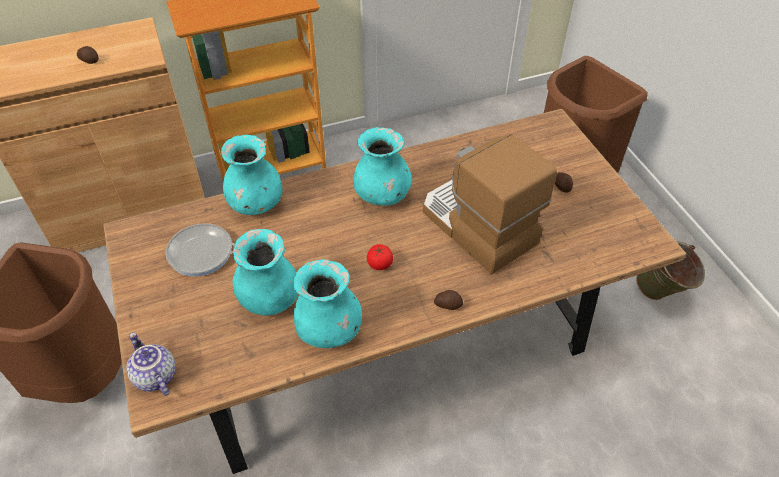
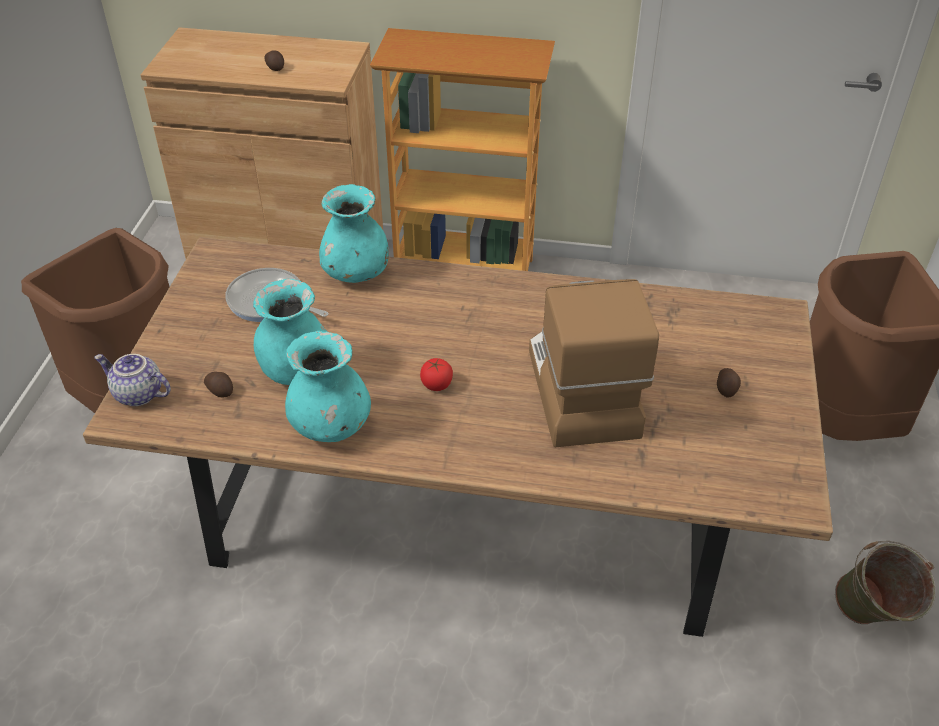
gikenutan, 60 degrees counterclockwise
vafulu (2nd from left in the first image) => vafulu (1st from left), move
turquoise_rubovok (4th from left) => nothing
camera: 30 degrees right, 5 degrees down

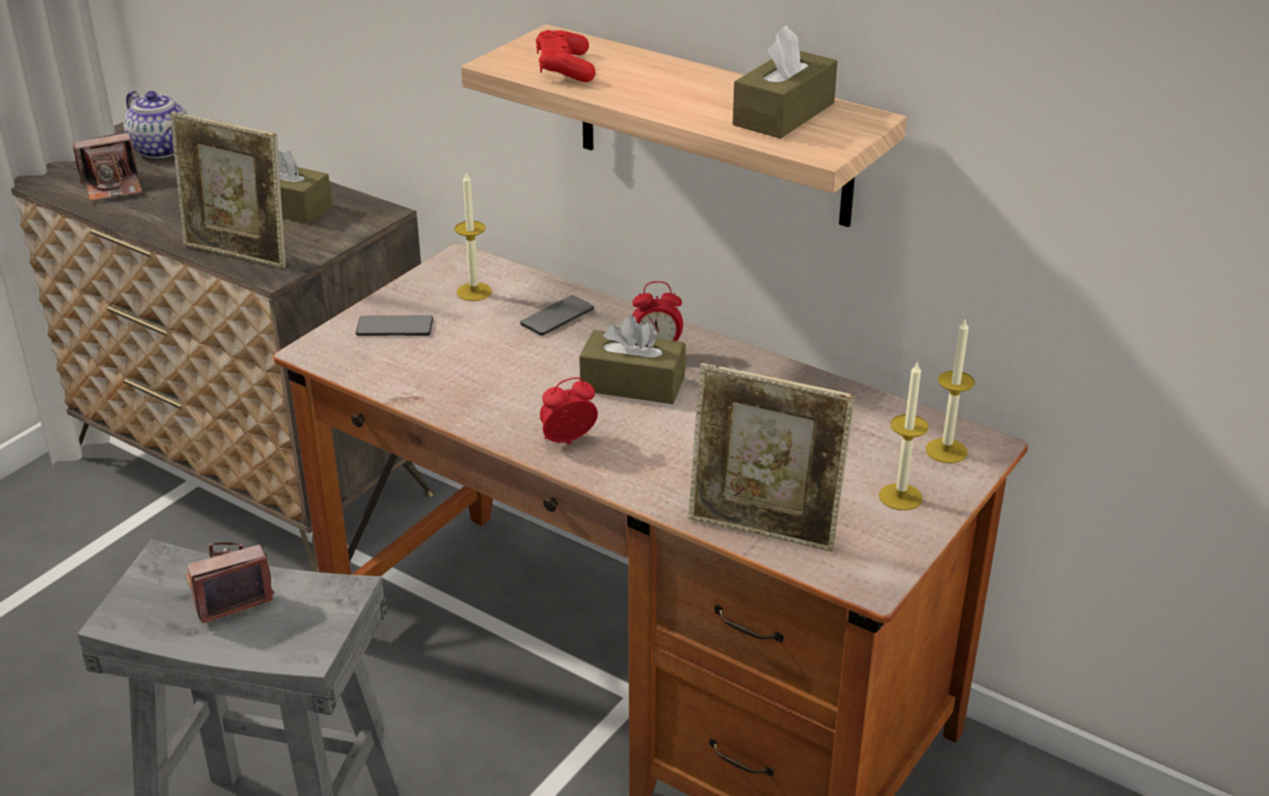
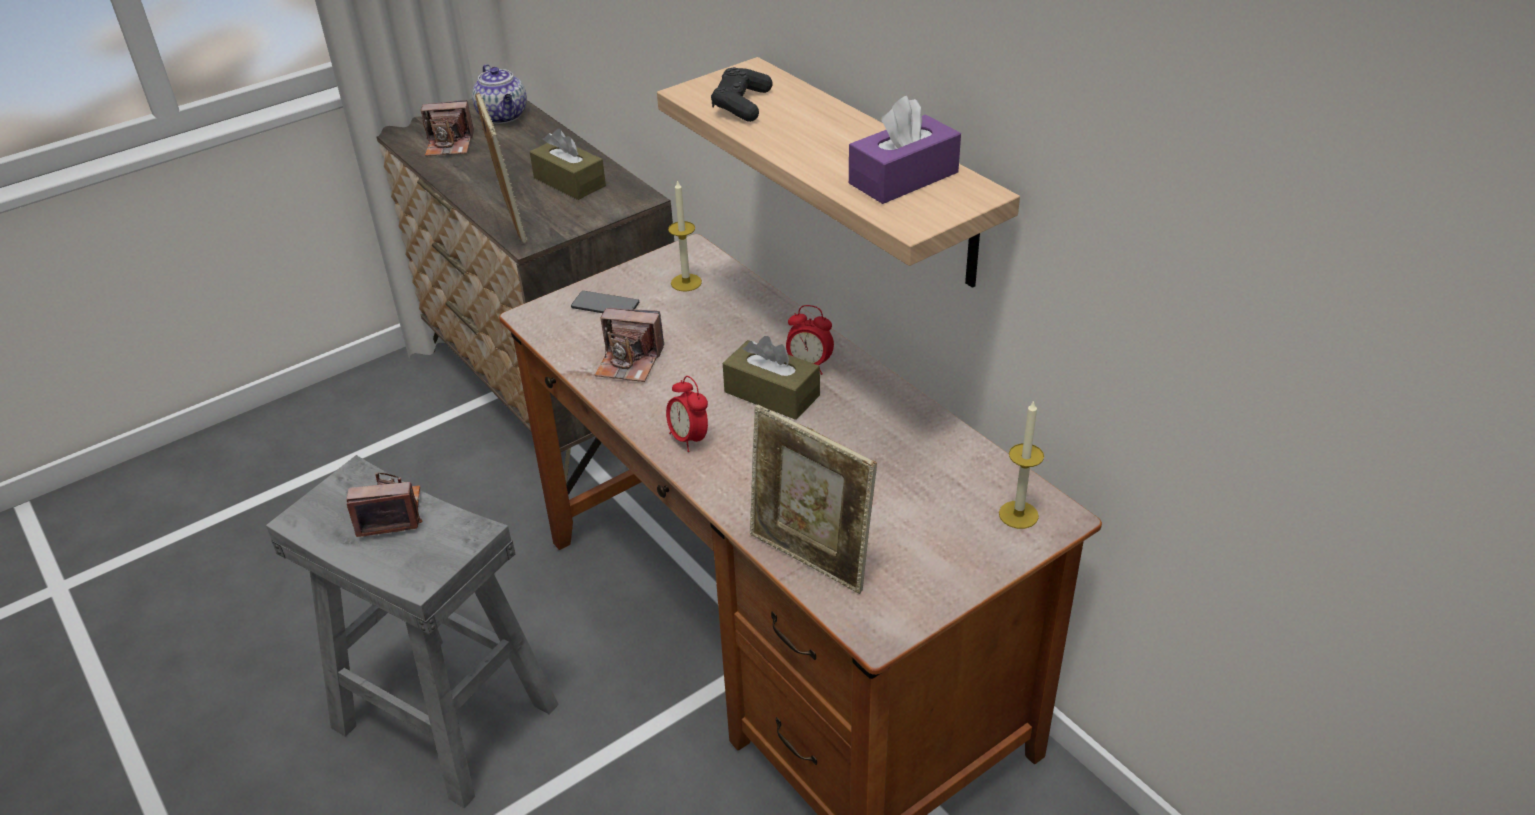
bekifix (1st from left), 150 degrees counterclockwise
nothing => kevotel (3rd from left)
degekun (1st from left), 120 degrees counterclockwise
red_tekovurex => black_tekovurex
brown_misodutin (3rd from left) => purple_misodutin
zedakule (2nd from left) => nothing
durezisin (2nd from left) => nothing
camera: 20 degrees right, 5 degrees up

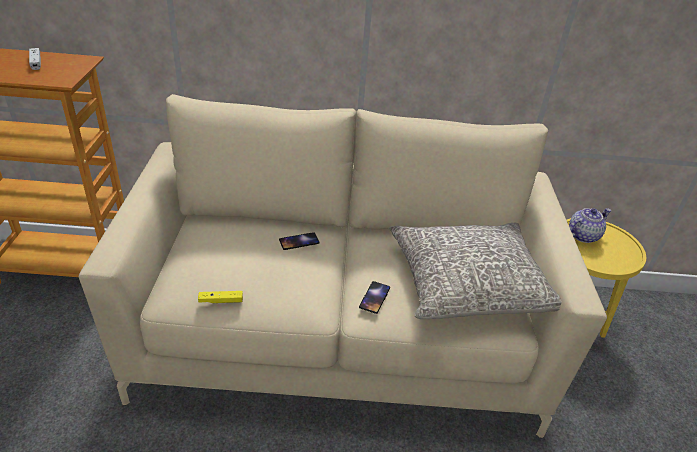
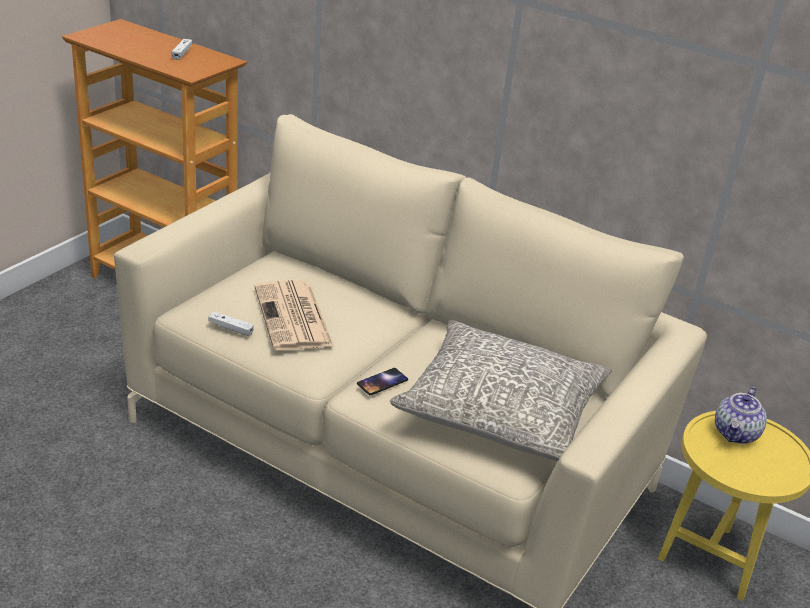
yellow_tekovurex => white_tekovurex (2nd from left)
nothing => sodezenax
gikenutan, 120 degrees clockwise
zedakule (1st from left) => nothing
camera: 30 degrees right, 5 degrees down

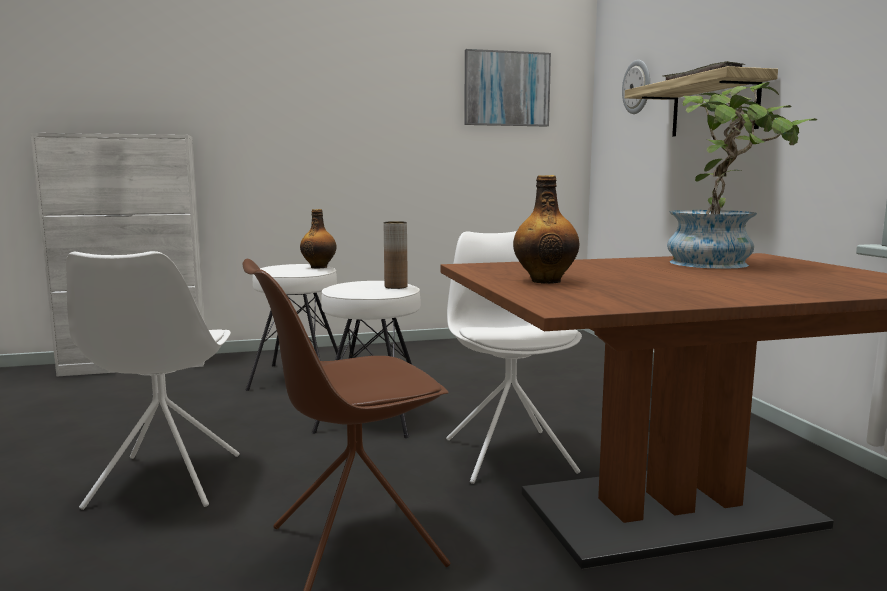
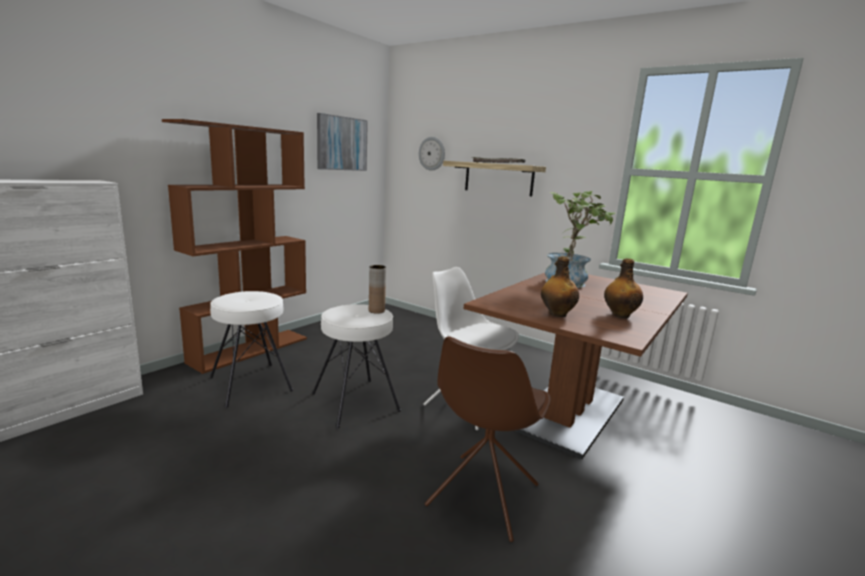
nothing => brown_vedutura
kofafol (1st from left in the first image) => kofafol (2nd from left), move
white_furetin (1st from left) => nothing
camera: 40 degrees left, 5 degrees up

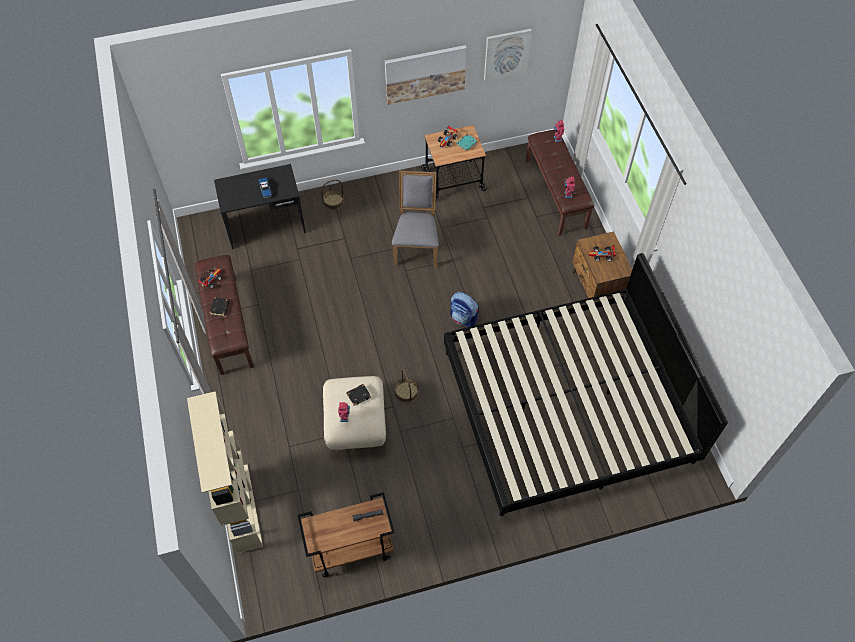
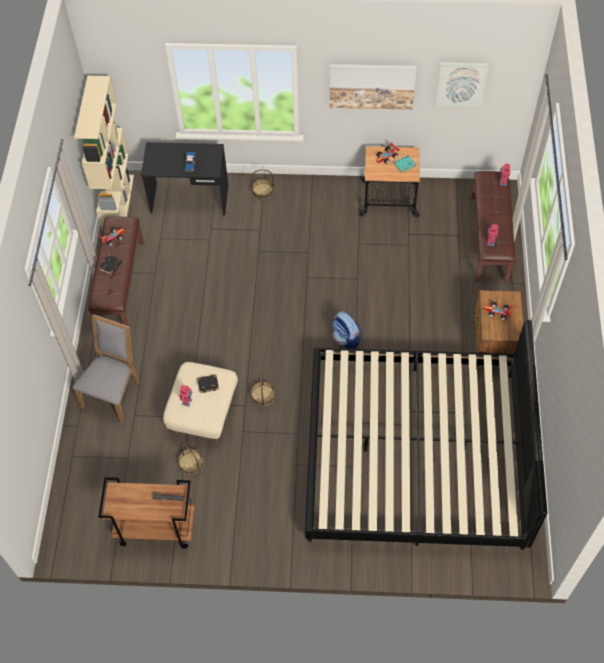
grey_furetin, move
beige_vedutura, move
nothing => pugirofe (1st from left)
camera: 20 degrees right, 0 degrees up

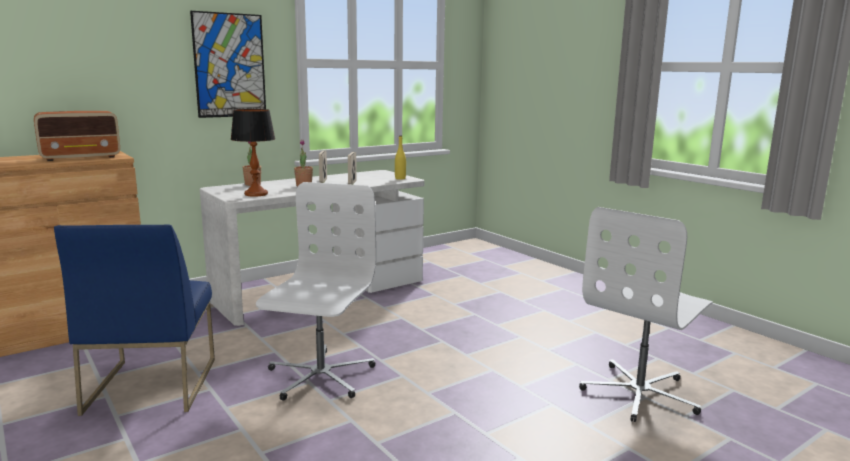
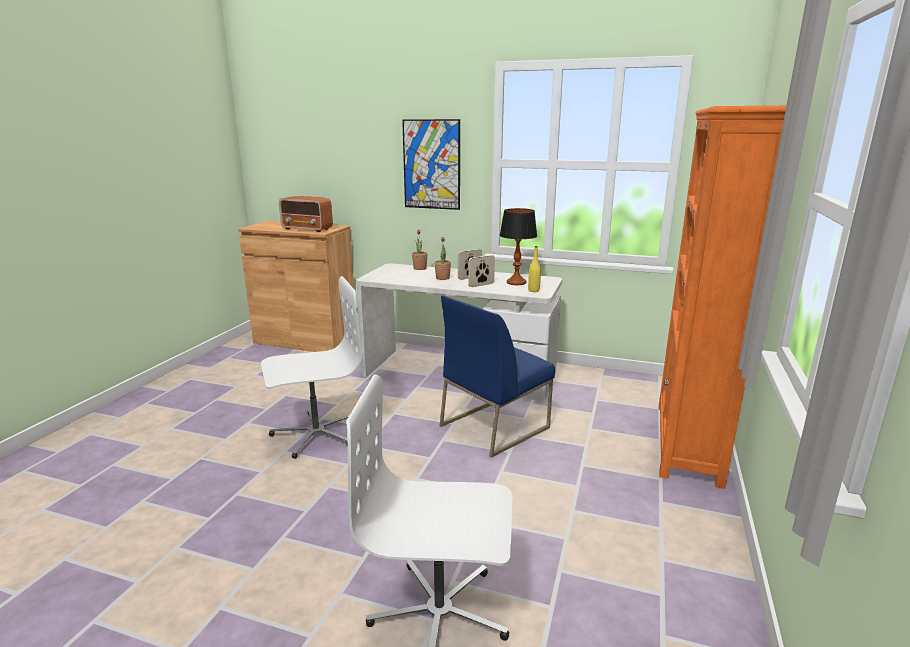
blue_furetin, move
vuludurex, move
nothing => orange_vedutura
camera: 55 degrees right, 5 degrees up

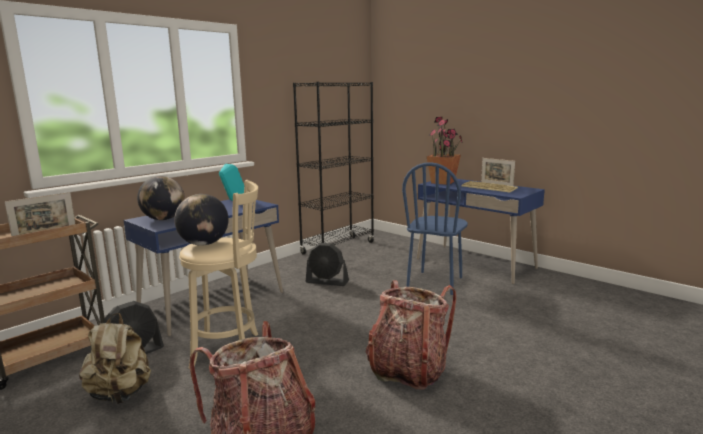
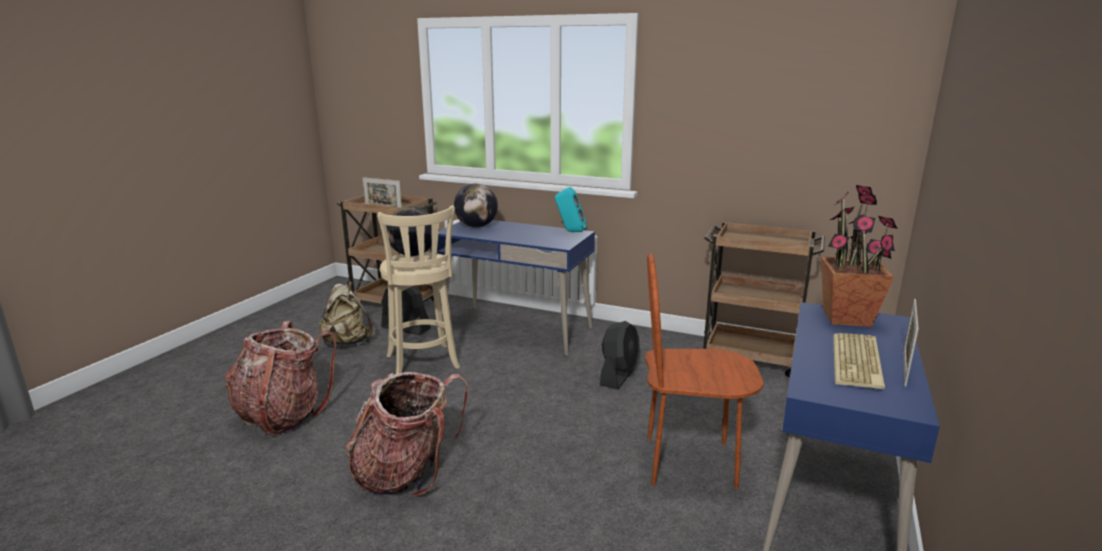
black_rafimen (2nd from left), 150 degrees counterclockwise
blue_furetin => brown_furetin
black_vedutura => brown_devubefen (2nd from left)
camera: 70 degrees right, 5 degrees up

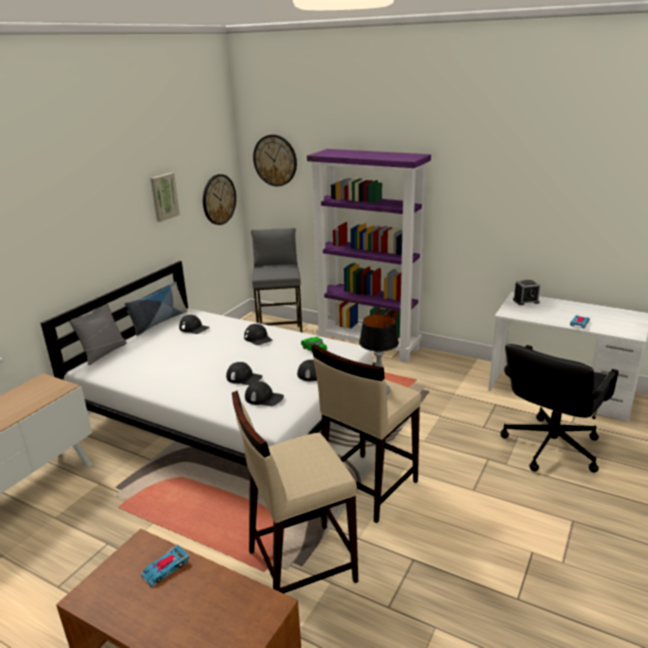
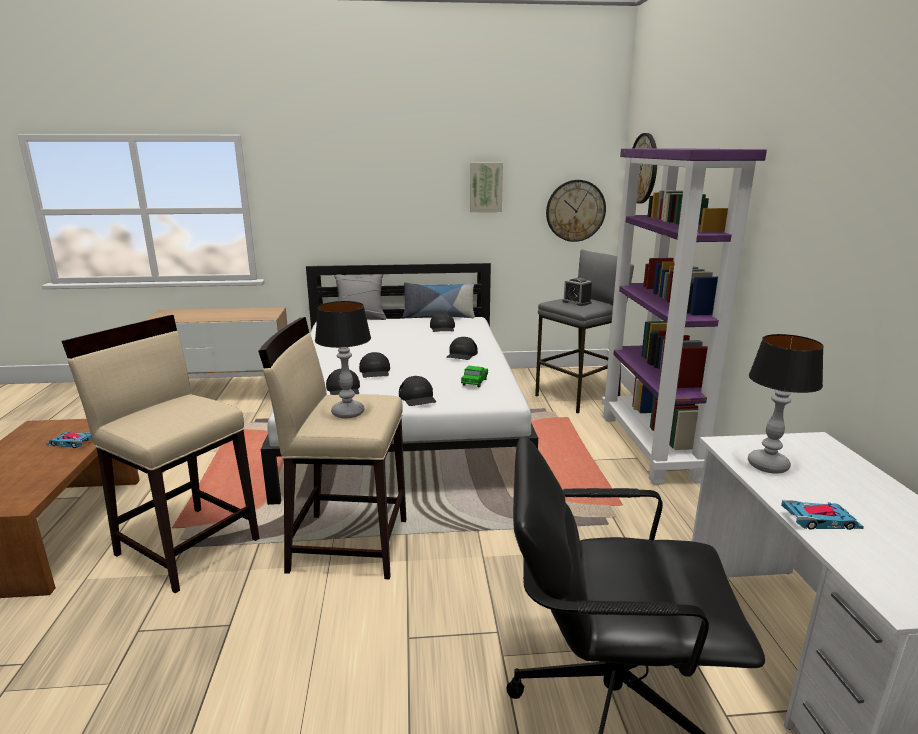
degekun, move
nothing => vuludurex (2nd from left)
camera: 55 degrees right, 5 degrees down

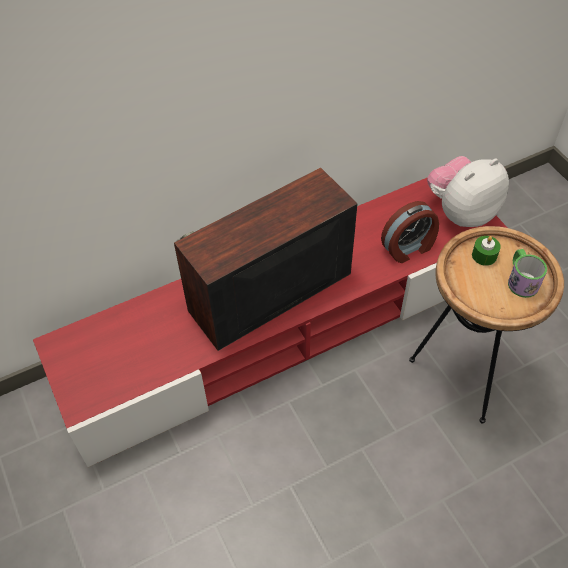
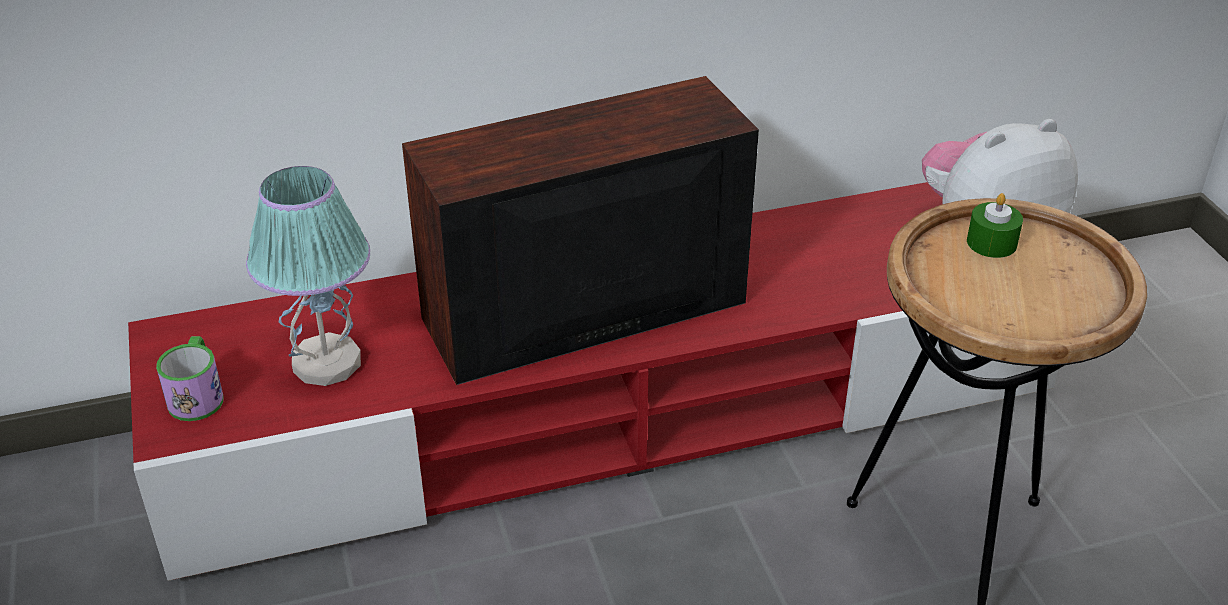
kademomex, move
nothing => vuludurex
degekun => nothing
camera: 10 degrees right, 15 degrees down

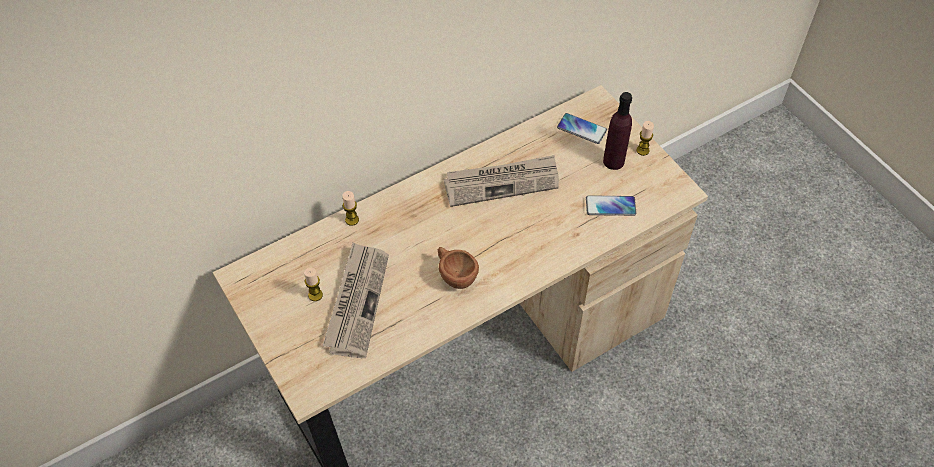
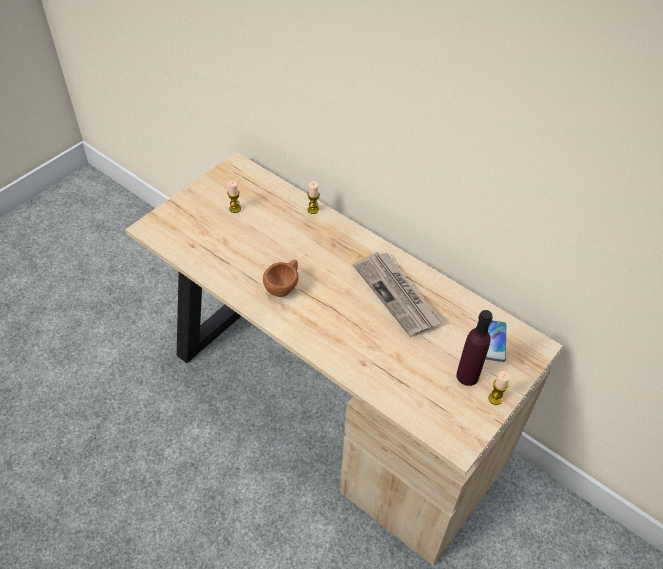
sodezenax (1st from left) => nothing
zedakule (2nd from left) => nothing
camera: 70 degrees right, 5 degrees down

